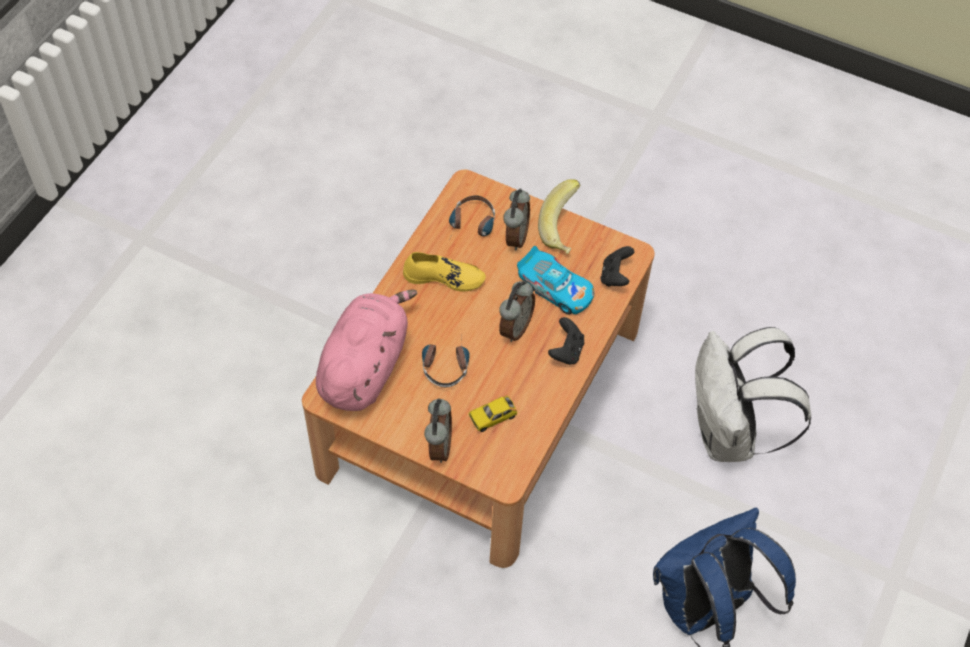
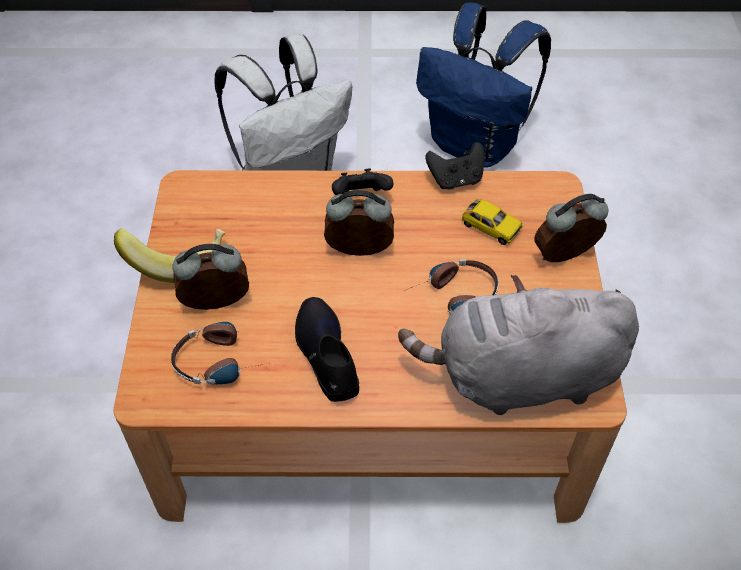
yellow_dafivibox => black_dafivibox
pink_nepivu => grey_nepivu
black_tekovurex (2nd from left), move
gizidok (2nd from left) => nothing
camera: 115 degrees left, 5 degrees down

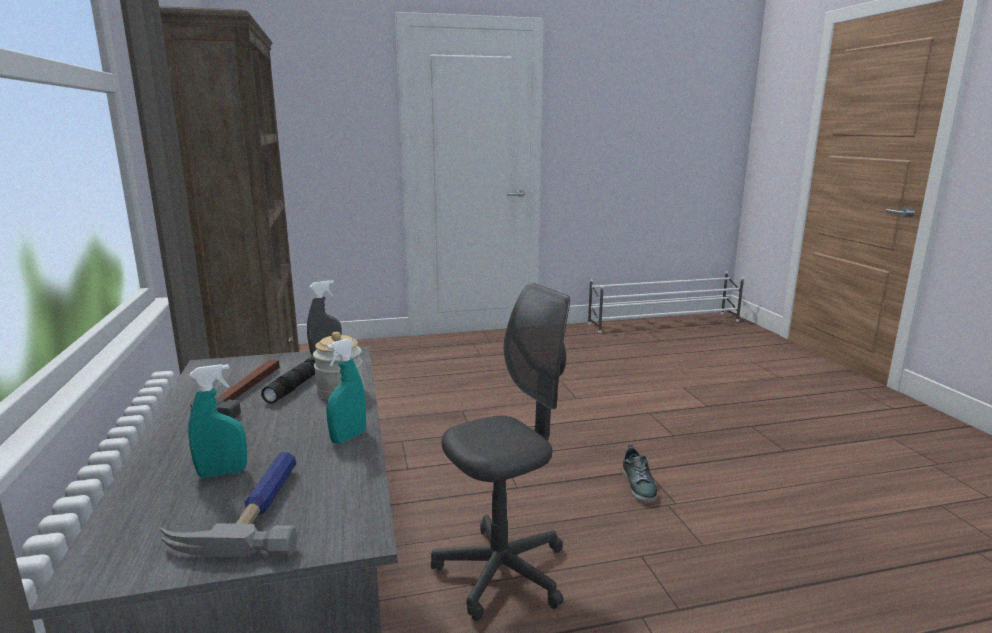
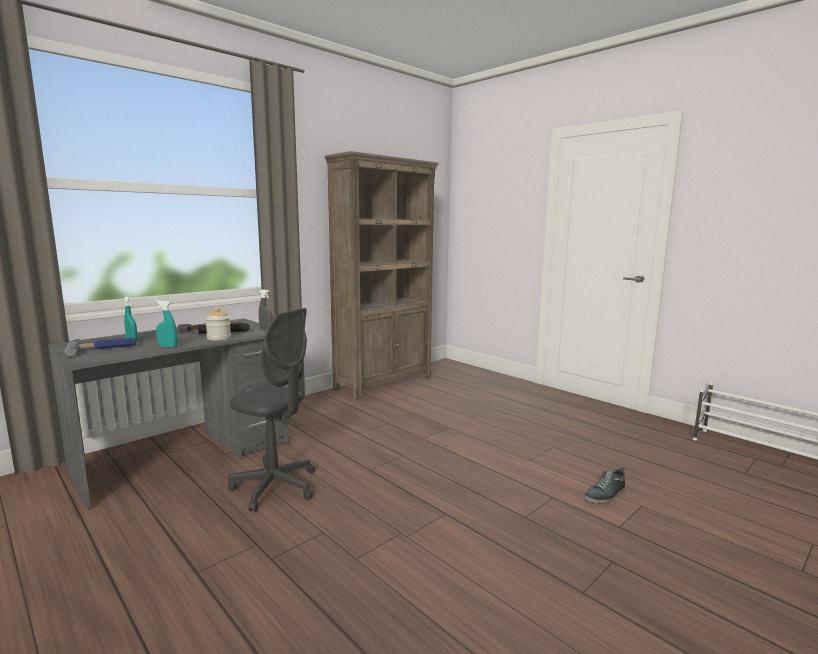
dafivibox, move
camera: 60 degrees right, 5 degrees down

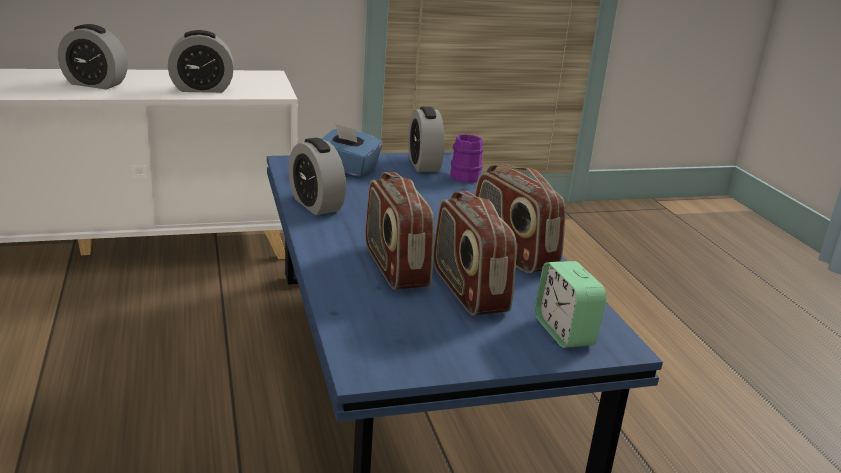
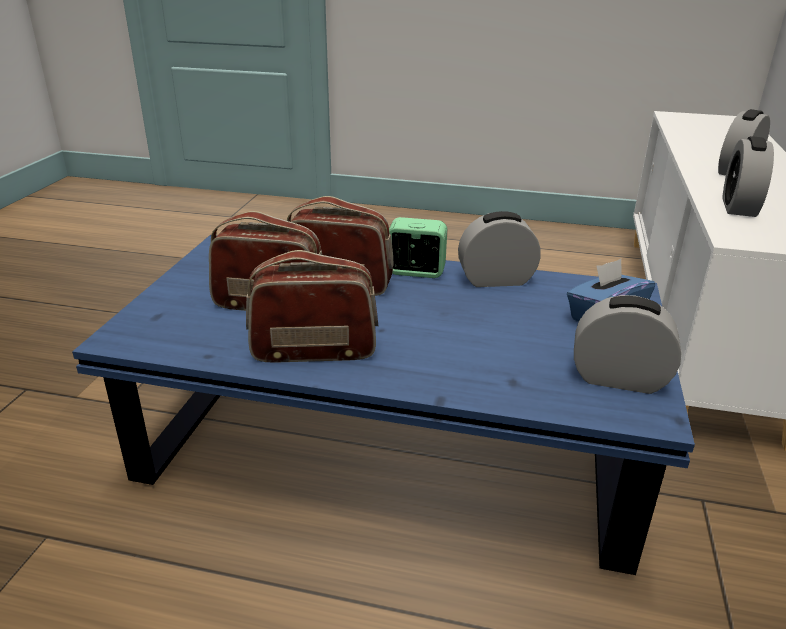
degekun (5th from left in the first image) => degekun (1st from left), move
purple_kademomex => nothing
camera: 120 degrees right, 5 degrees up

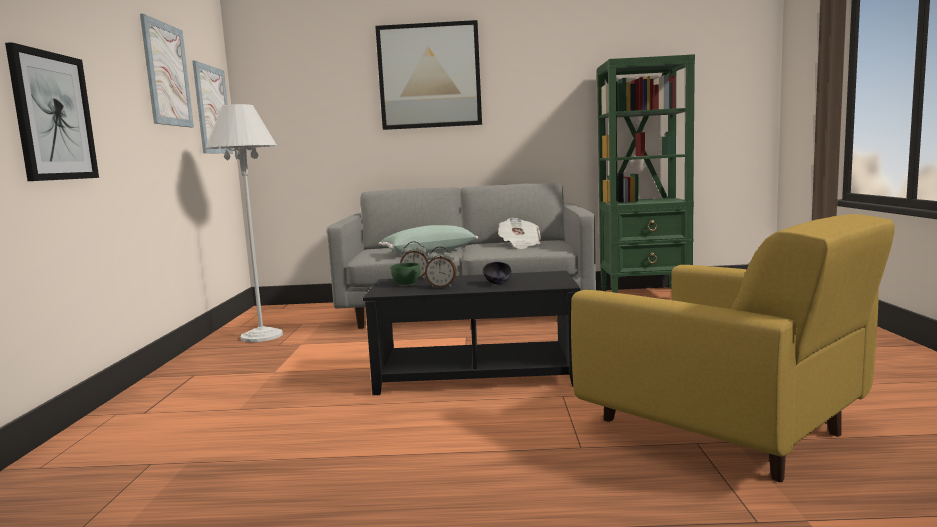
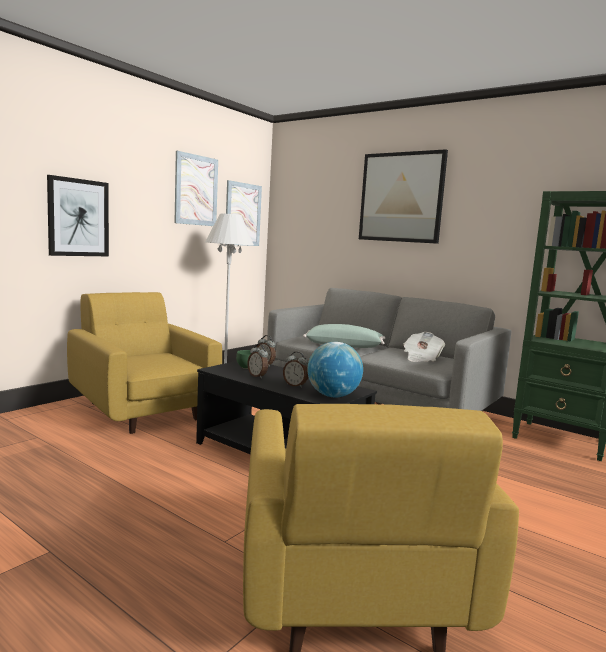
nothing => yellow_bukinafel (1st from left)
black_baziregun => degekun (3rd from left)
nothing => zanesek
camera: 35 degrees right, 0 degrees up

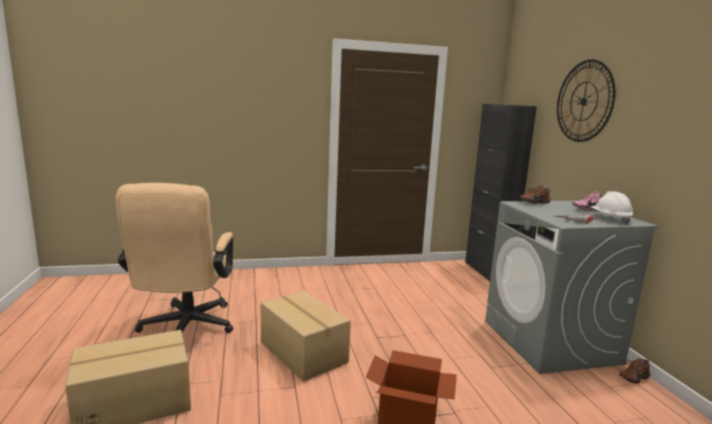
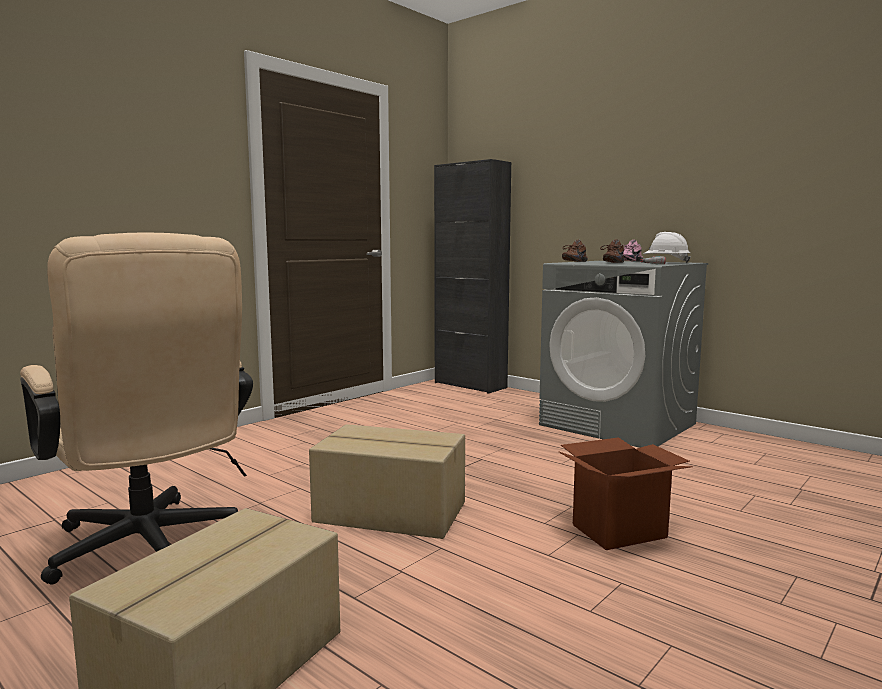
brown_dafivibox (2nd from left), move
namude => nothing
camera: 35 degrees left, 5 degrees down

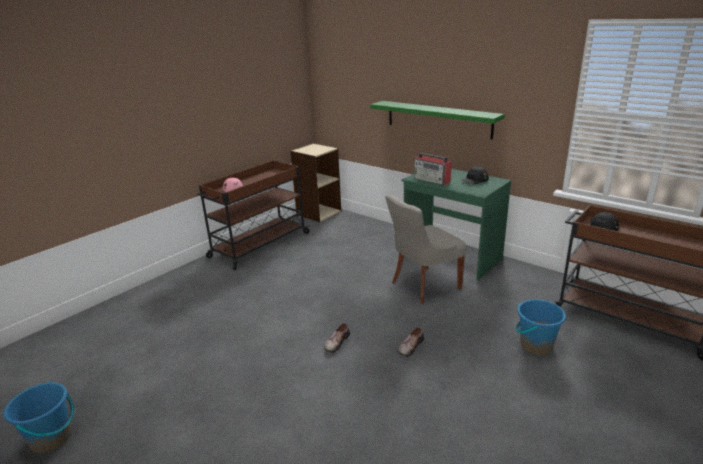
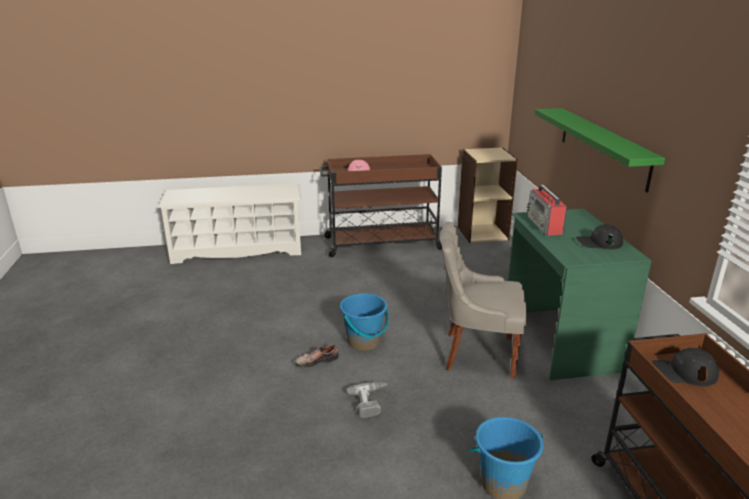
nothing => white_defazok
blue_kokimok (1st from left), move
dafivibox (2nd from left) => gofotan
camera: 40 degrees right, 0 degrees up

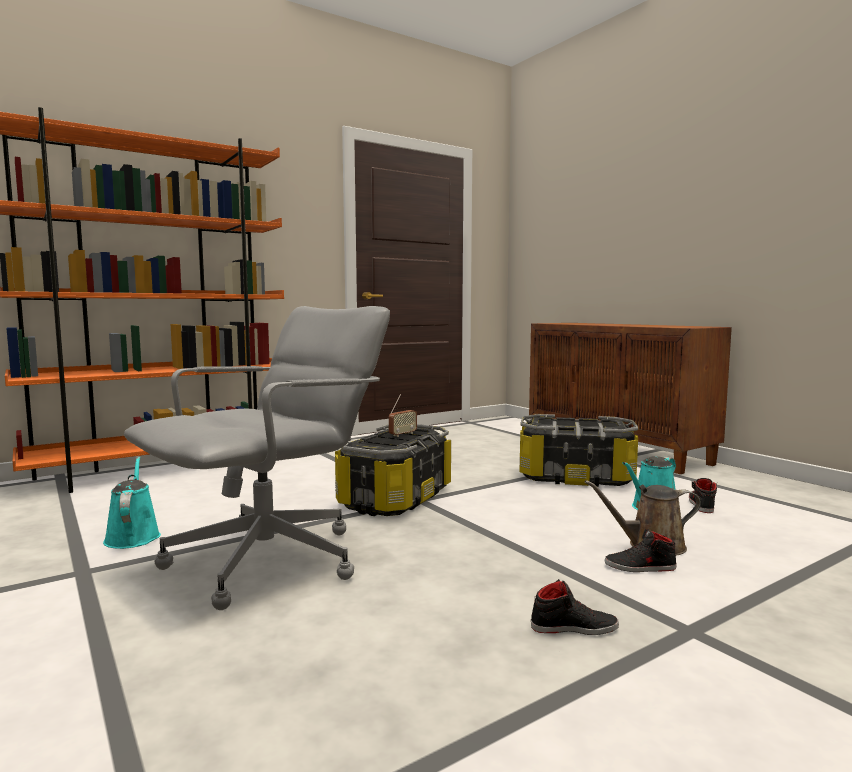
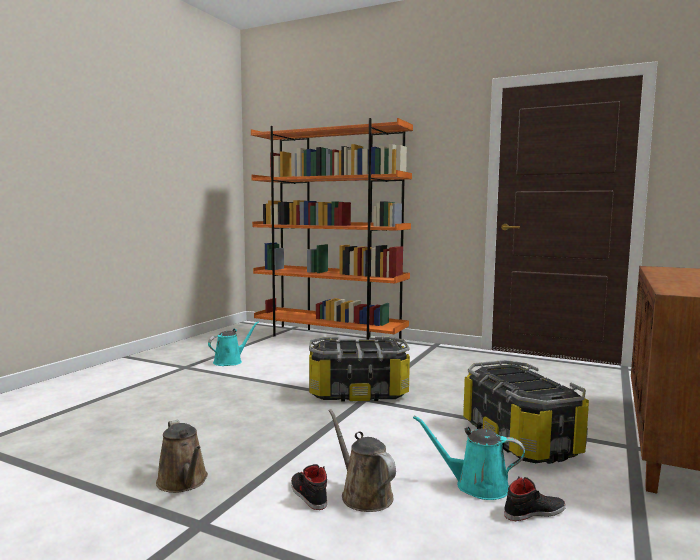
black_dafivibox (1st from left) => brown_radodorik (1st from left)
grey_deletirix => nothing
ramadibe => nothing
camera: 60 degrees right, 0 degrees up

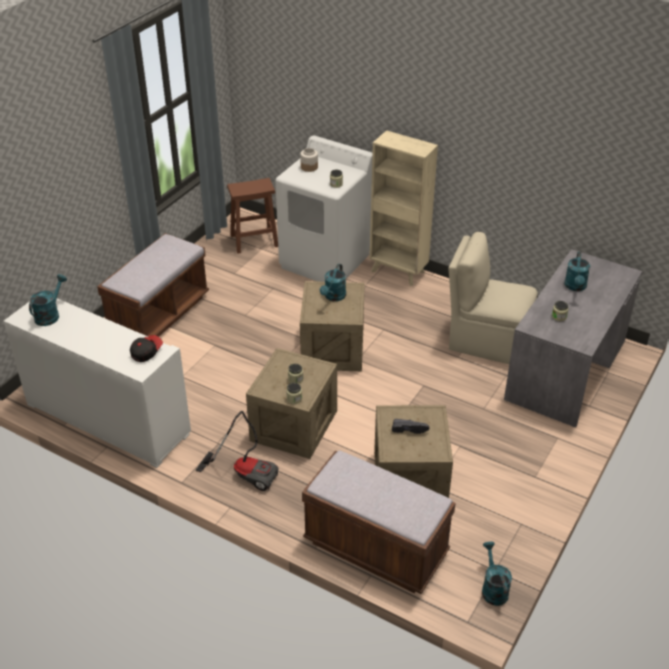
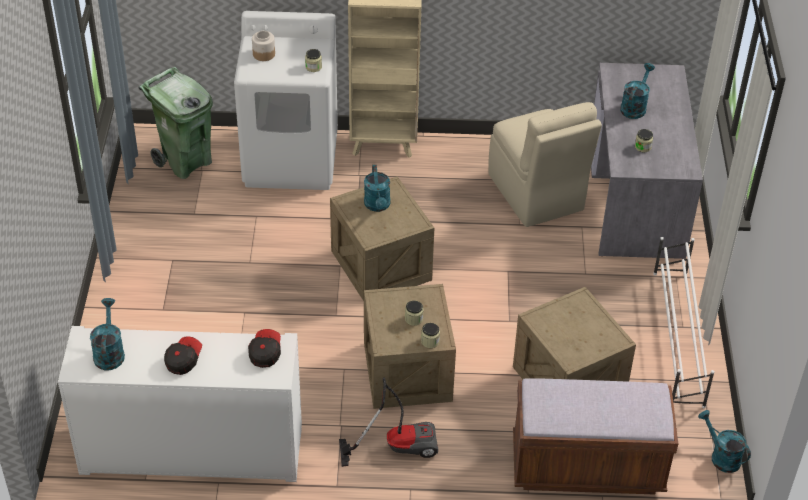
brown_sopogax => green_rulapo
nothing => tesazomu (1st from left)
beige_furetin, 105 degrees counterclockwise
turquoise_radodorik (4th from left in the first image) => turquoise_radodorik (3rd from left), 135 degrees counterclockwise
nothing => white_defazok
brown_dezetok (1st from left) => nothing
black_dafivibox => nothing
camera: 30 degrees left, 5 degrees up

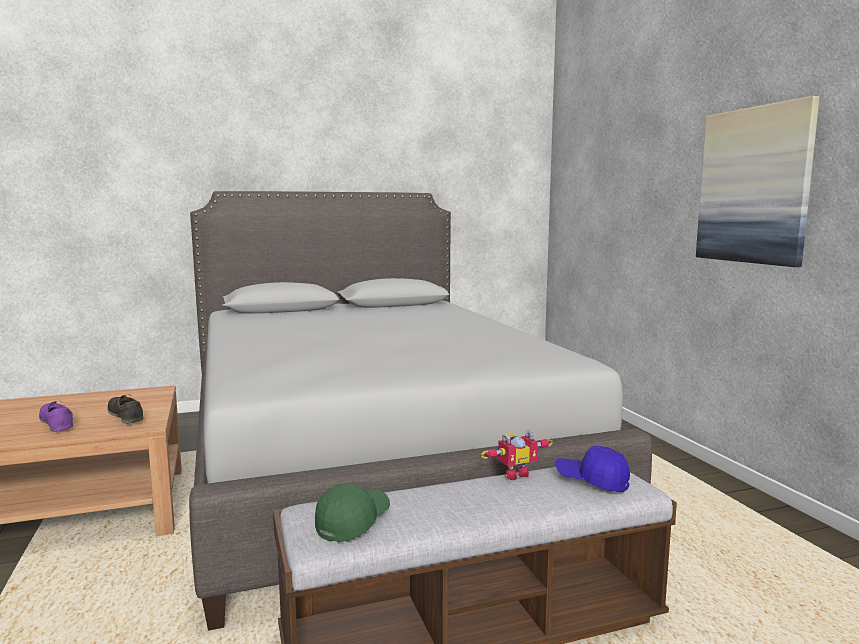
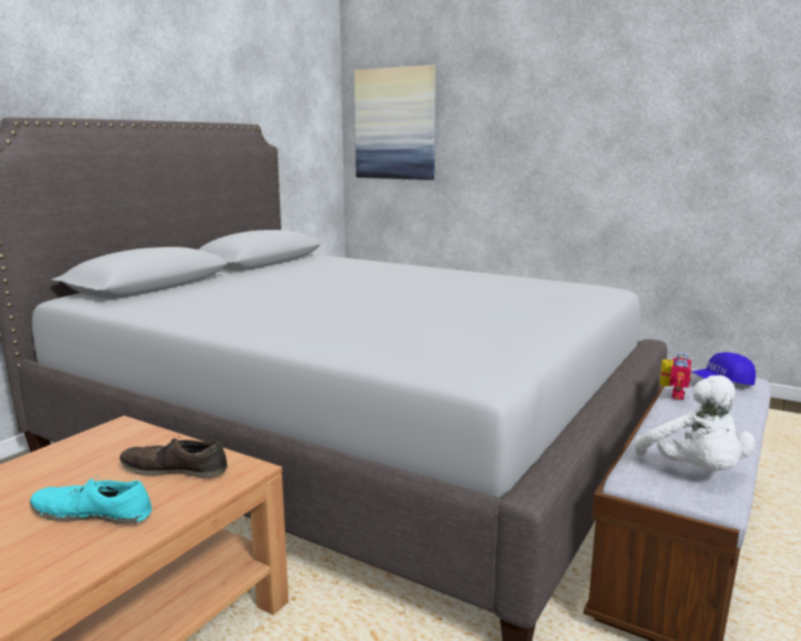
purple_dafivibox => turquoise_dafivibox
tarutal, move
green_tesazomu => white_nepivu
camera: 40 degrees left, 5 degrees up

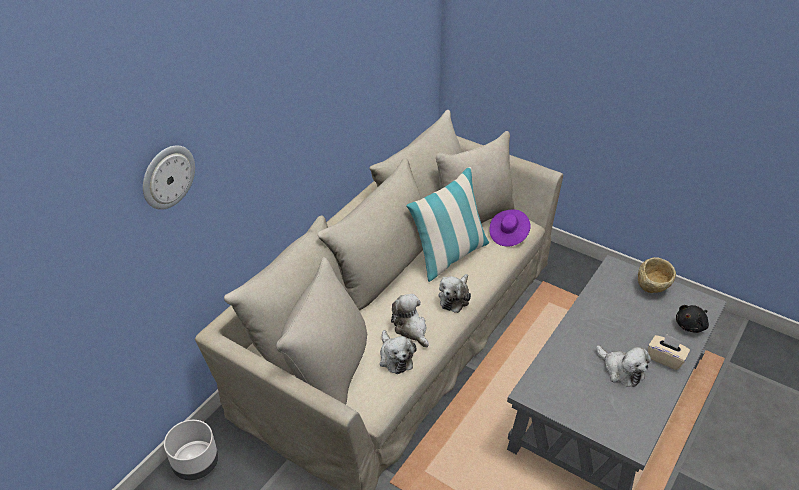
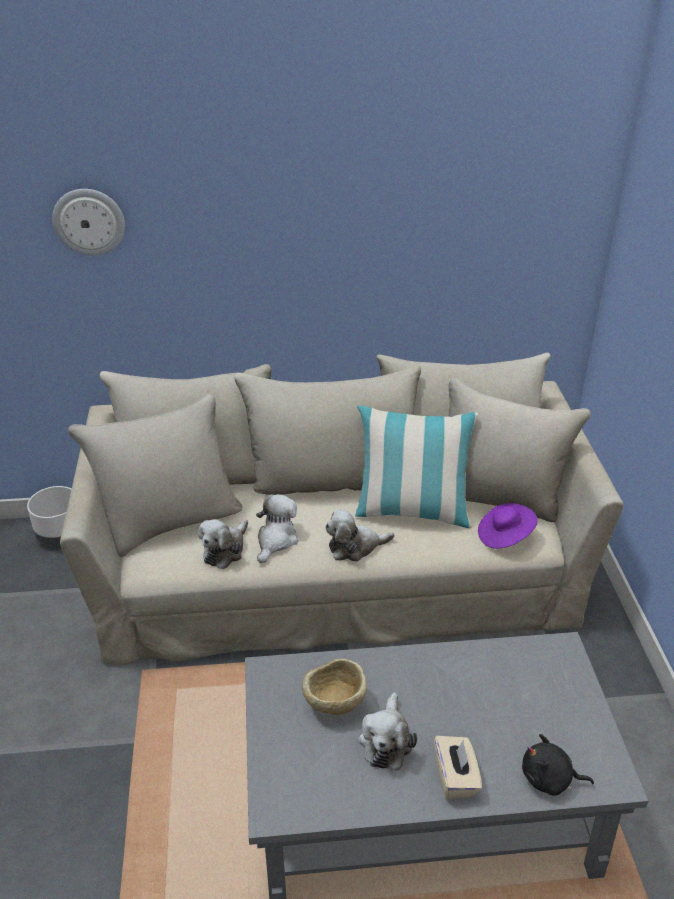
beige_baziregun, move
camera: 50 degrees right, 5 degrees down

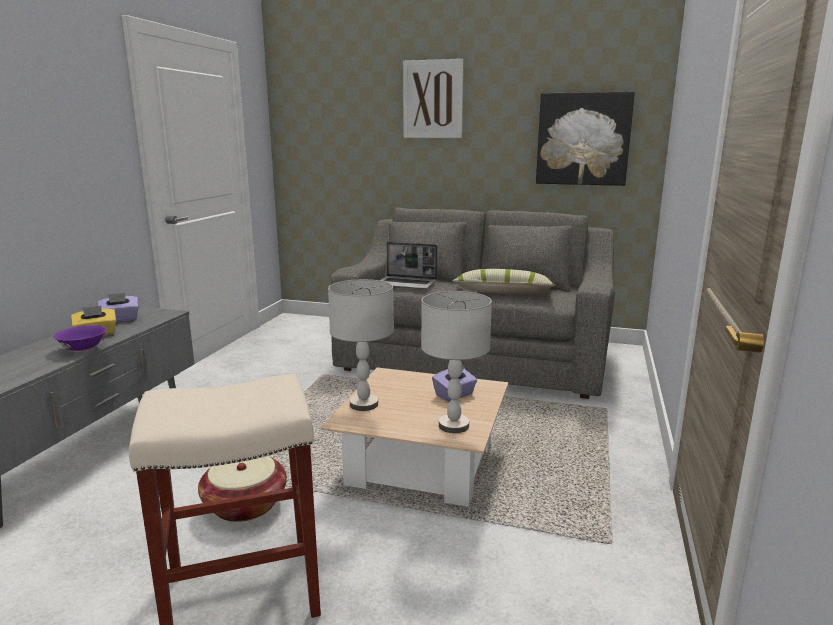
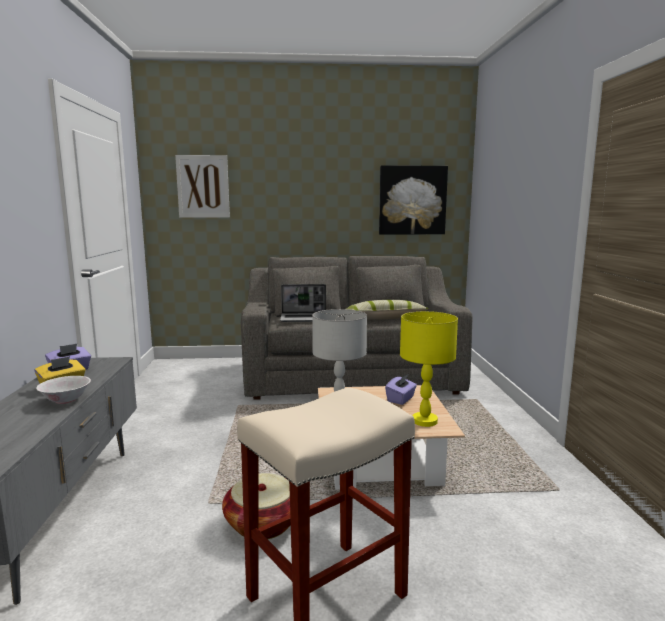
purple_baziregun => white_baziregun
tarutal (1st from left), move
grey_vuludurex (2nd from left) => yellow_vuludurex
camera: 20 degrees left, 5 degrees down

